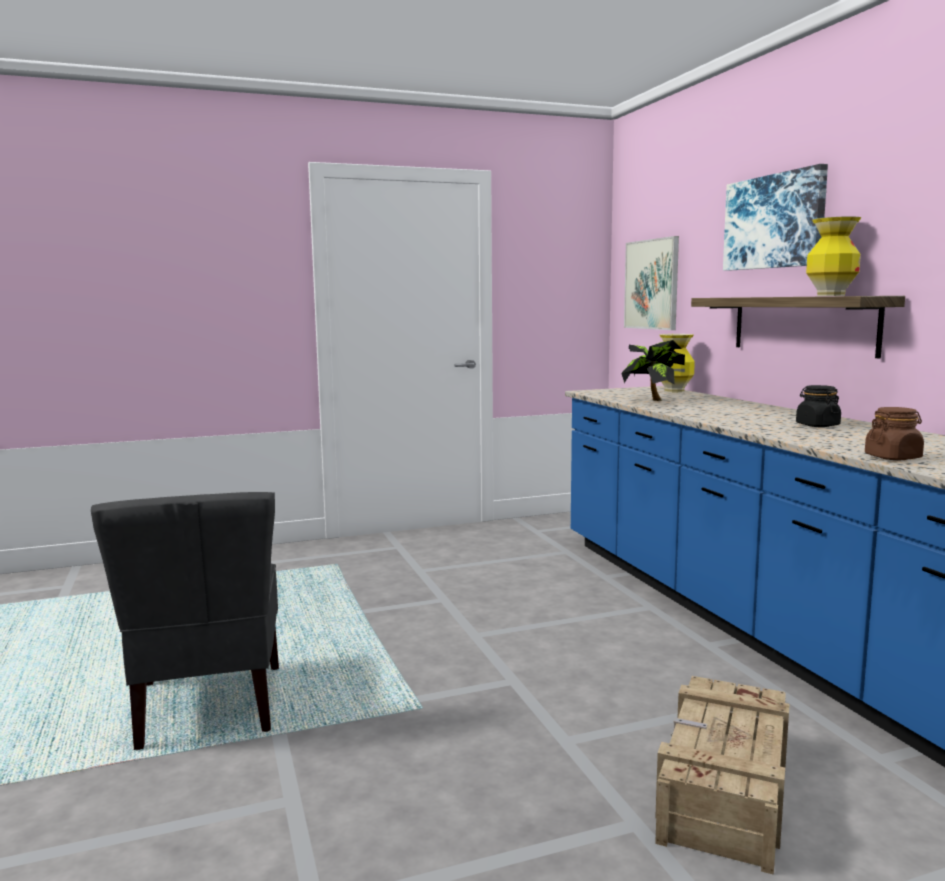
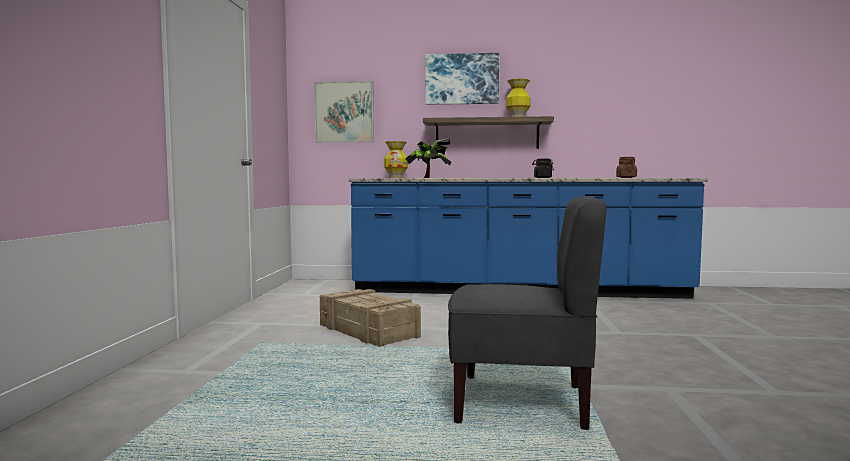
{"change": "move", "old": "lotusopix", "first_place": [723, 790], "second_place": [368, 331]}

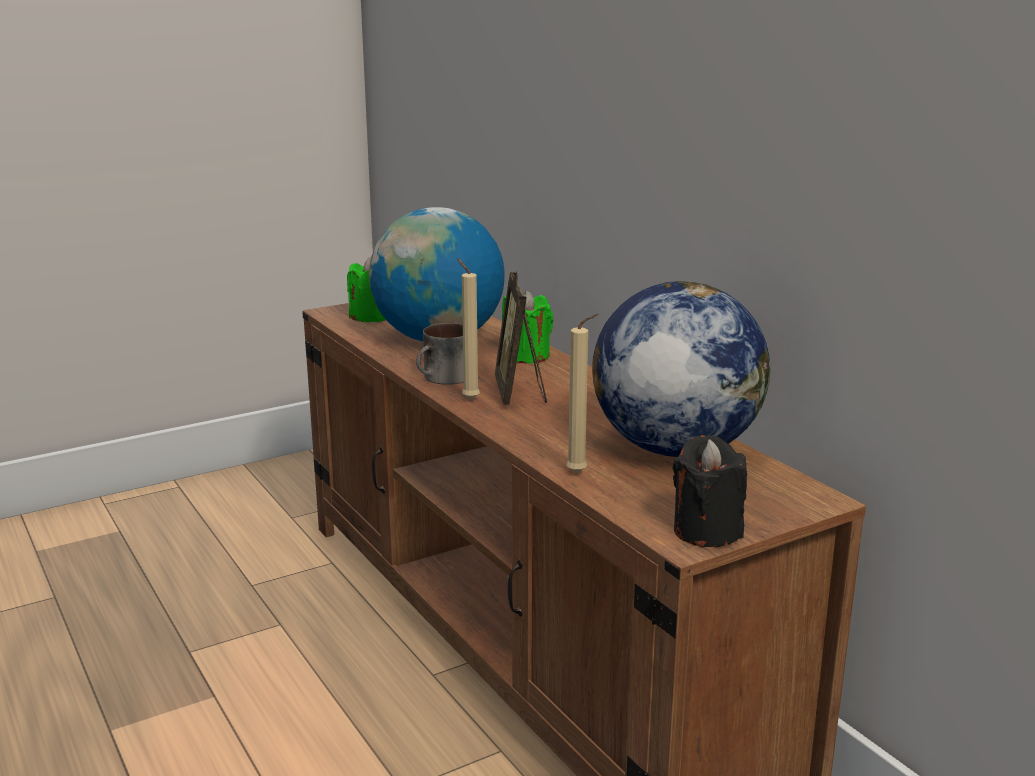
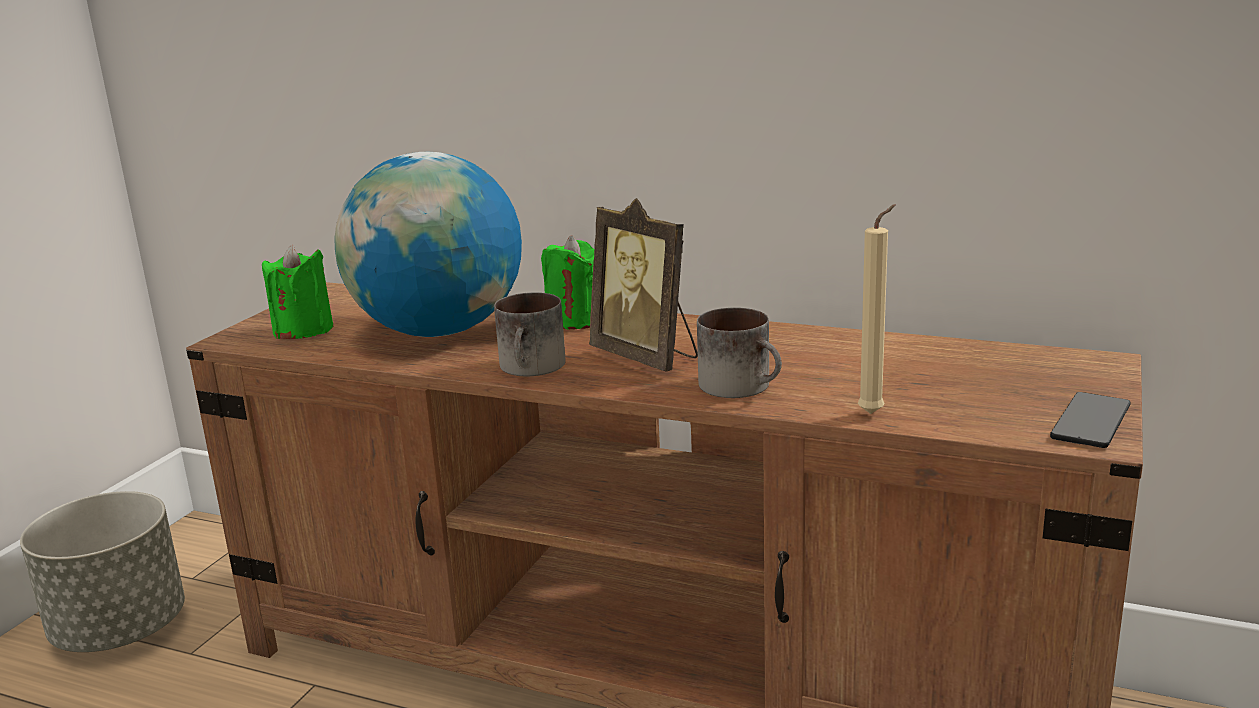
{"change": "delete", "old": "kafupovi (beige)", "first_place": [468, 399]}
{"change": "delete", "old": "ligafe", "first_place": [674, 449]}
{"change": "replace", "old": "kafupovi (black)", "new": "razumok", "first_place": [707, 531], "second_place": [1090, 422]}
{"change": "insert", "new": "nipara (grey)", "second_place": [121, 630]}
{"change": "insert", "new": "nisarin", "second_place": [743, 386]}

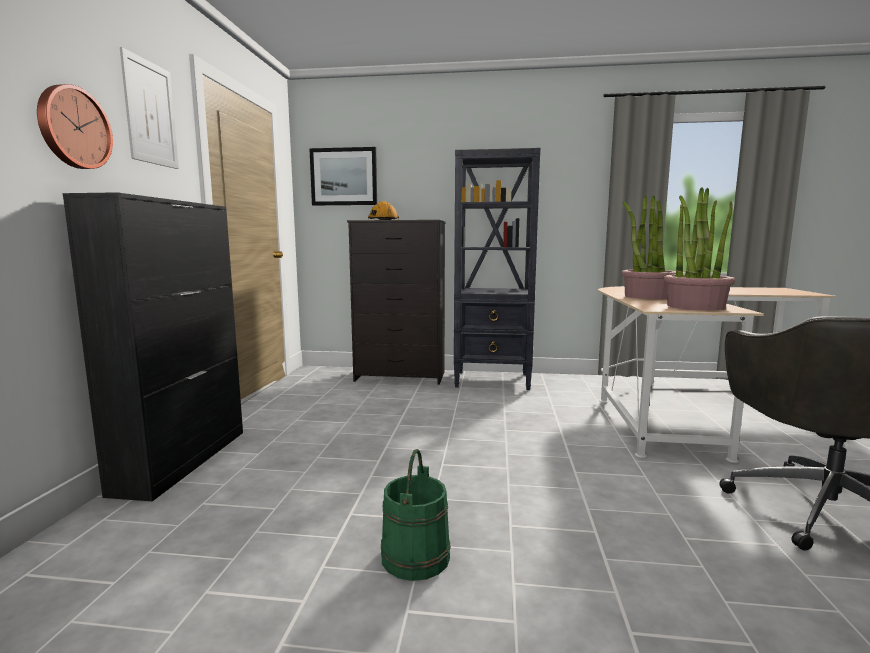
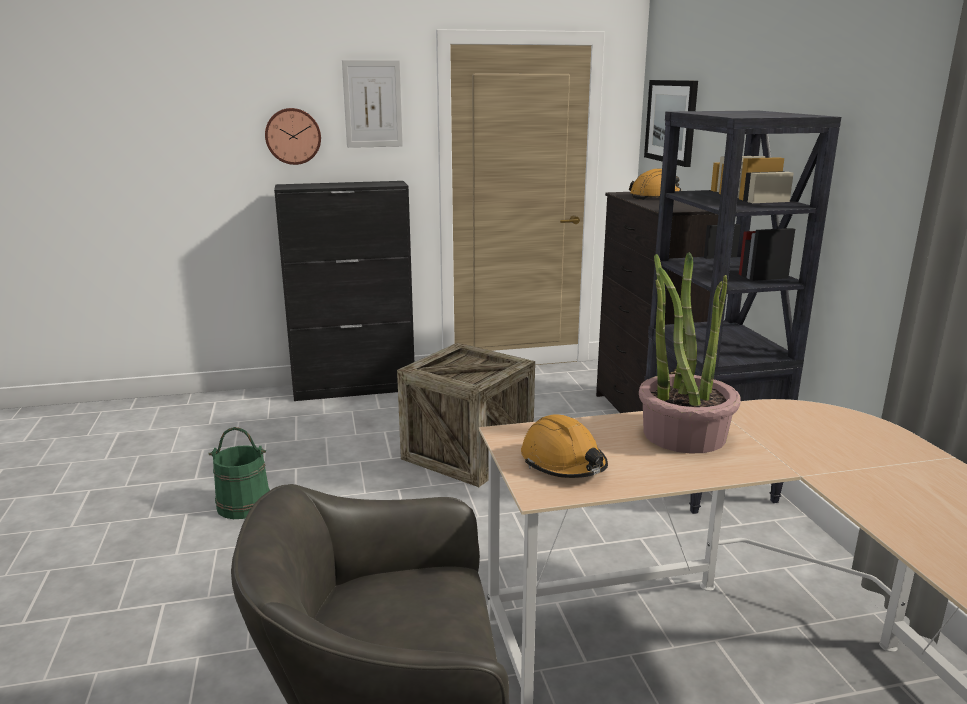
{"change": "replace", "old": "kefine", "new": "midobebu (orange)", "first_place": [695, 306], "second_place": [563, 463]}
{"change": "insert", "new": "lotusopix", "second_place": [467, 453]}

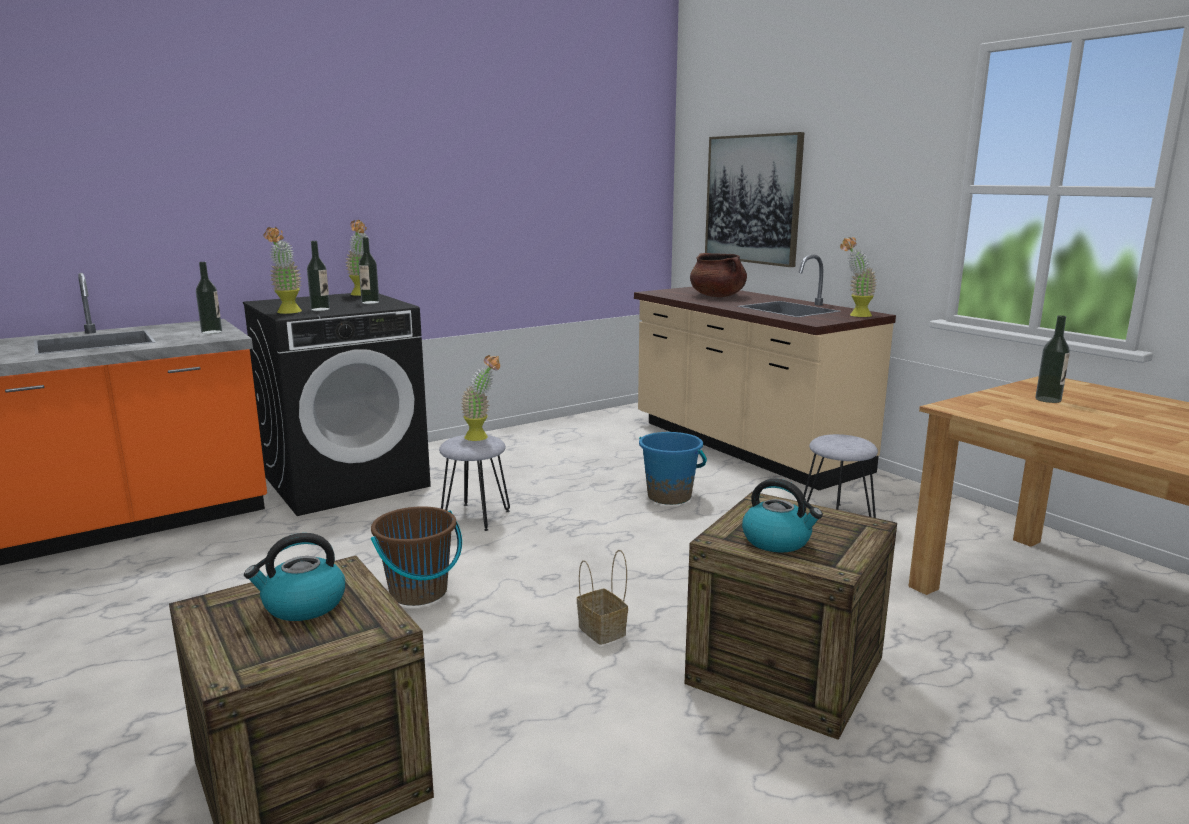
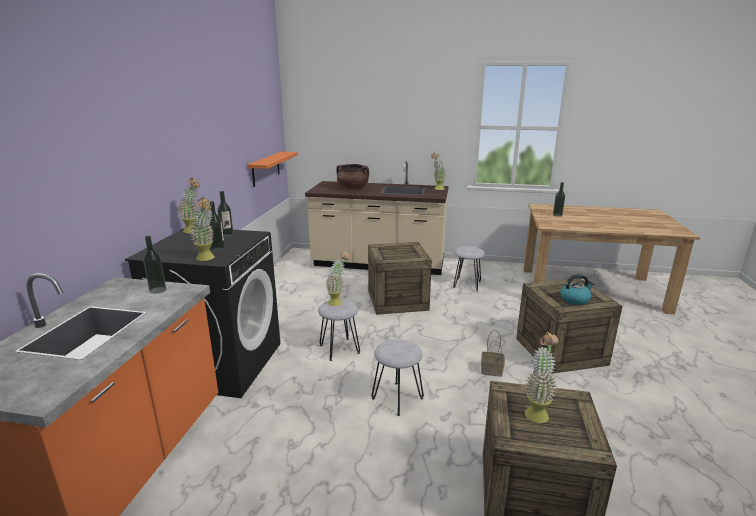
{"change": "replace", "old": "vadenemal", "new": "kefine", "first_place": [303, 605], "second_place": [537, 411]}
{"change": "replace", "old": "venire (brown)", "new": "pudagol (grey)", "first_place": [419, 592], "second_place": [397, 398]}
{"change": "replace", "old": "venire (blue)", "new": "lotusopix", "first_place": [669, 496], "second_place": [397, 300]}
{"change": "delete", "old": "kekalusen", "first_place": [752, 199]}
{"change": "insert", "new": "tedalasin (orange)", "second_place": [266, 168]}

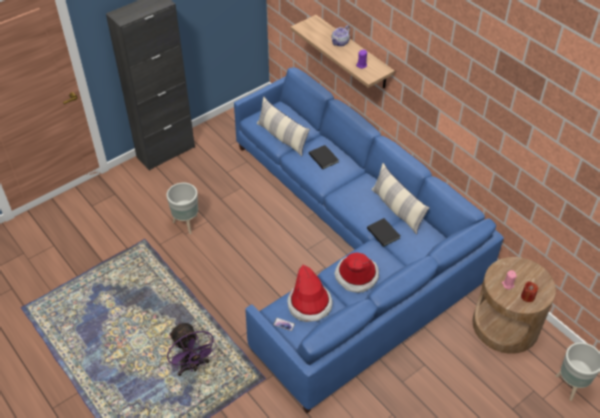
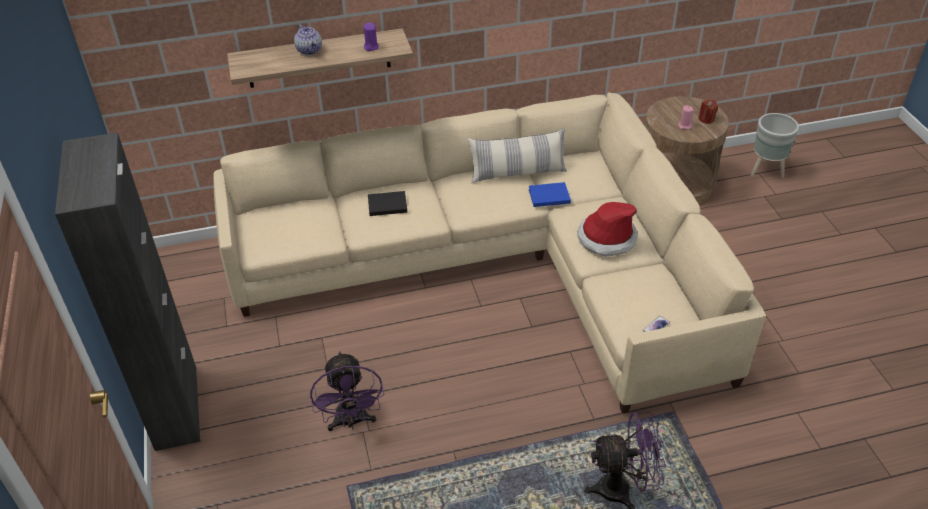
{"change": "replace", "old": "nipara (grey)", "new": "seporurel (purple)", "first_place": [187, 224], "second_place": [351, 422]}
{"change": "recolor", "old": "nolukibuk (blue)", "new": "nolukibuk (beige)", "first_place": [349, 247], "second_place": [500, 265]}
{"change": "delete", "old": "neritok", "first_place": [282, 137]}
{"change": "delete", "old": "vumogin", "first_place": [309, 304]}
{"change": "recolor", "old": "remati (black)", "new": "remati (blue)", "first_place": [383, 232], "second_place": [548, 196]}

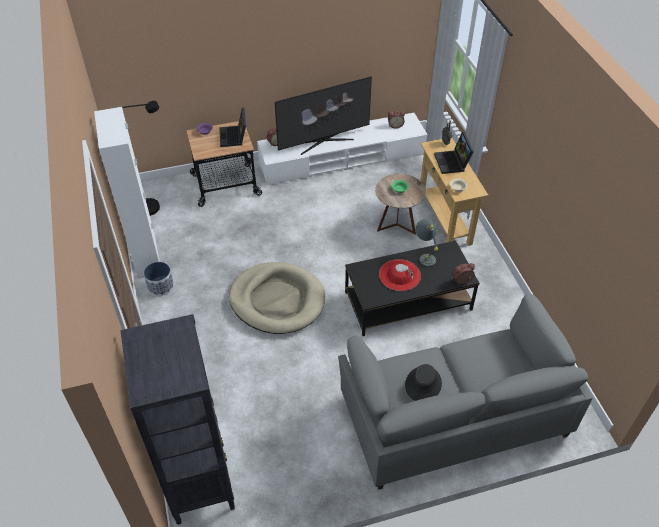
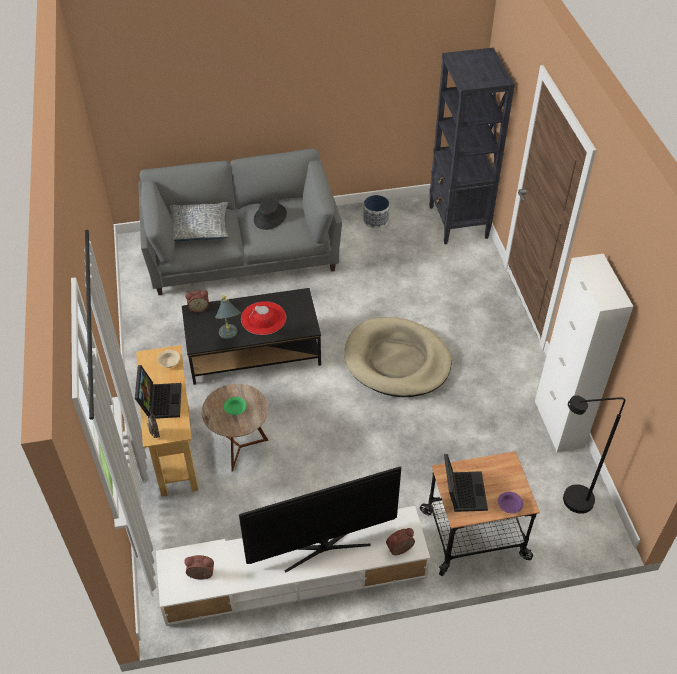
{"change": "move", "old": "nipara", "first_place": [160, 286], "second_place": [375, 220]}
{"change": "insert", "new": "neritok", "second_place": [199, 228]}

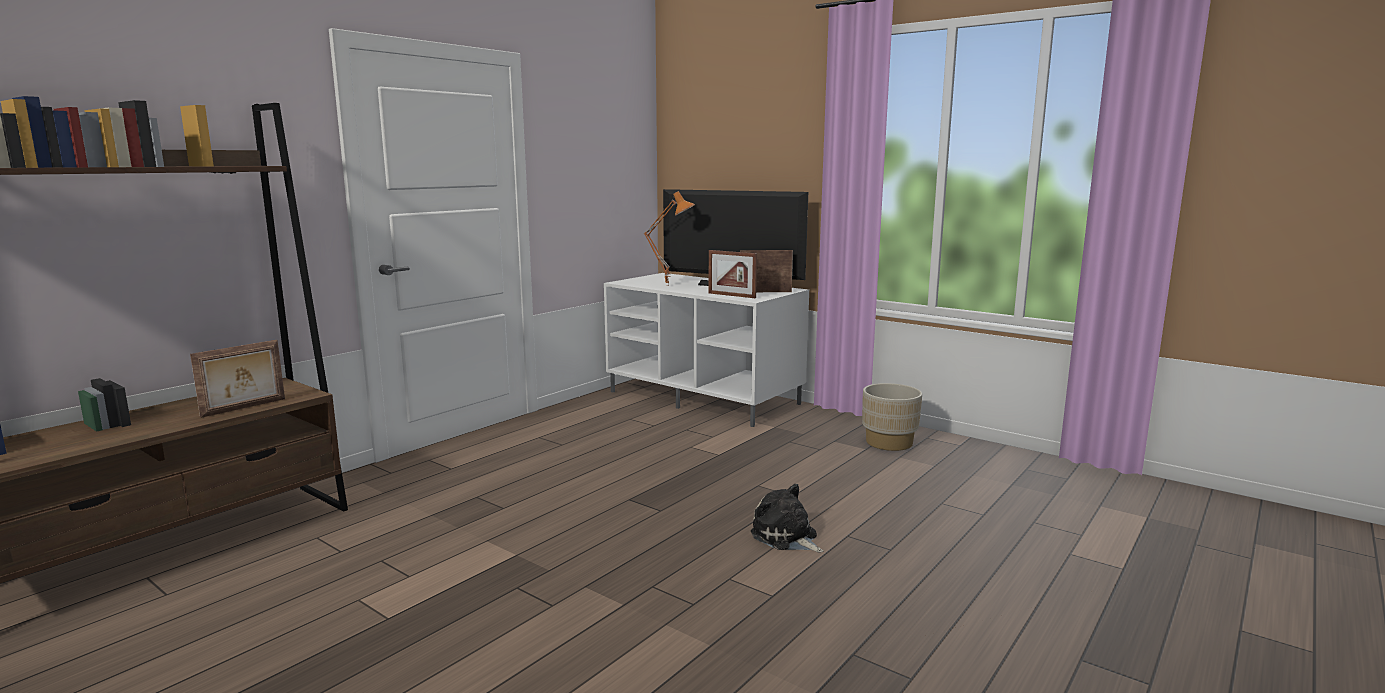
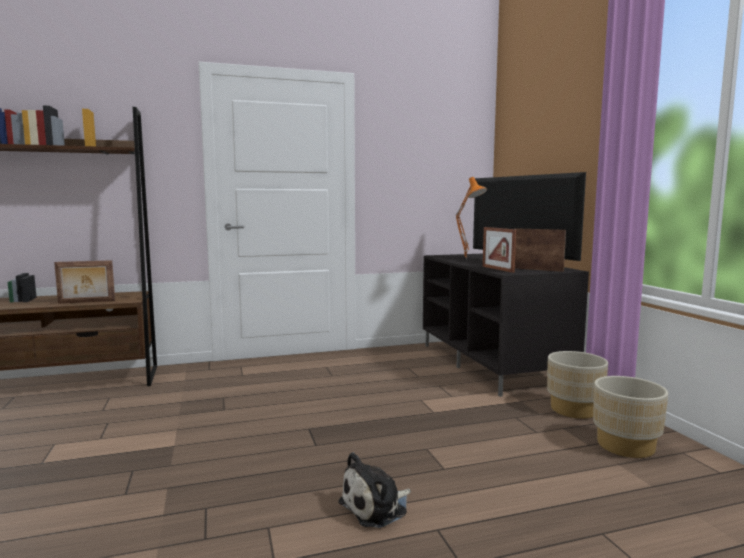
{"change": "recolor", "old": "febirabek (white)", "new": "febirabek (black)", "first_place": [705, 397], "second_place": [493, 364]}
{"change": "rotate", "old": "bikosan", "first_place": [786, 537], "second_place": [376, 507], "degrees": -120}
{"change": "insert", "new": "nipara (beige)", "second_place": [574, 409]}

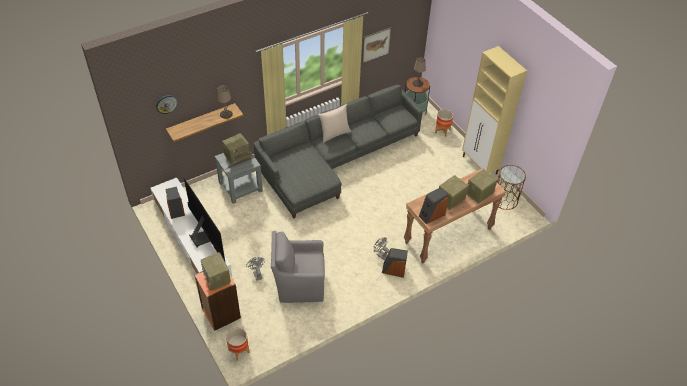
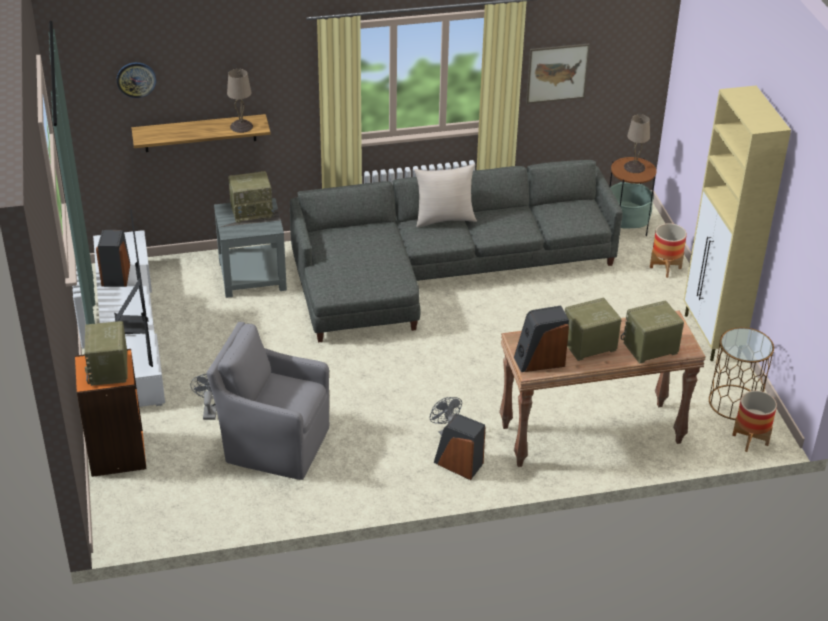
{"change": "move", "old": "nipara", "first_place": [239, 351], "second_place": [750, 440]}

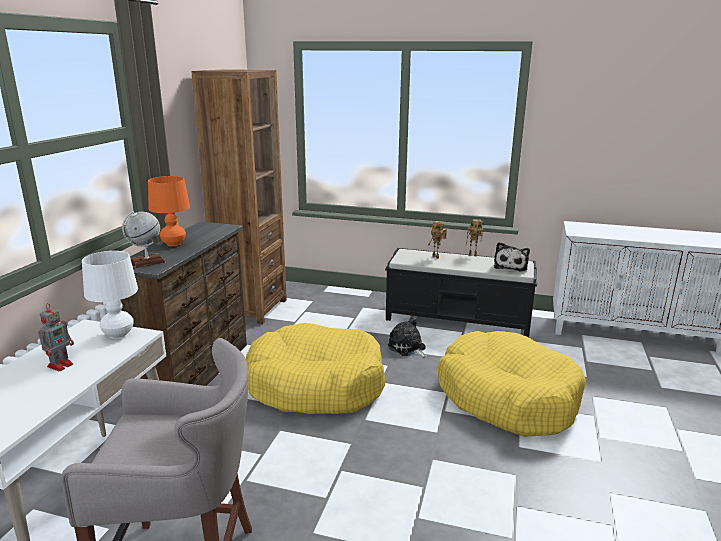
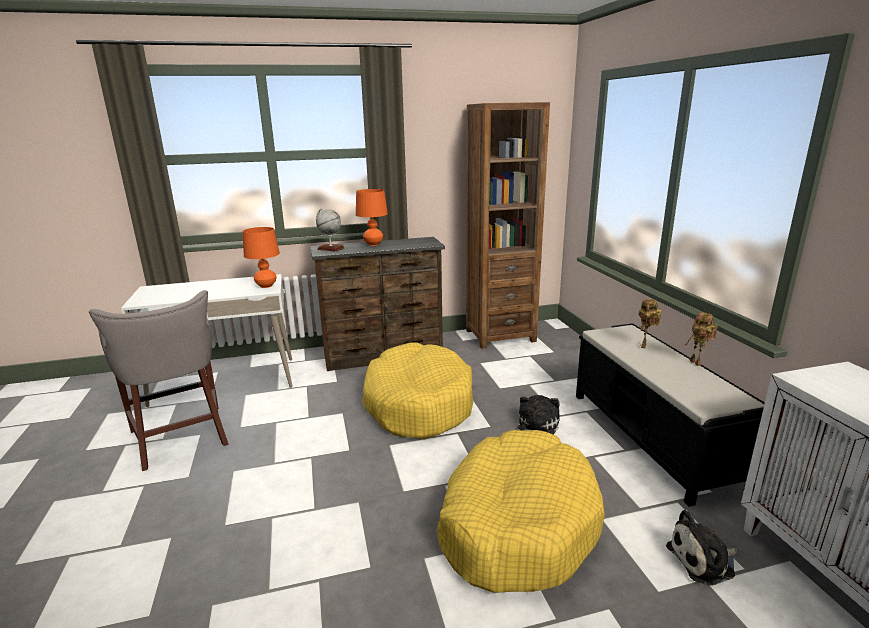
{"change": "delete", "old": "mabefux", "first_place": [61, 365]}
{"change": "recolor", "old": "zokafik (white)", "new": "zokafik (orange)", "first_place": [118, 334], "second_place": [266, 286]}
{"change": "move", "old": "bikosan", "first_place": [511, 266], "second_place": [703, 561]}

